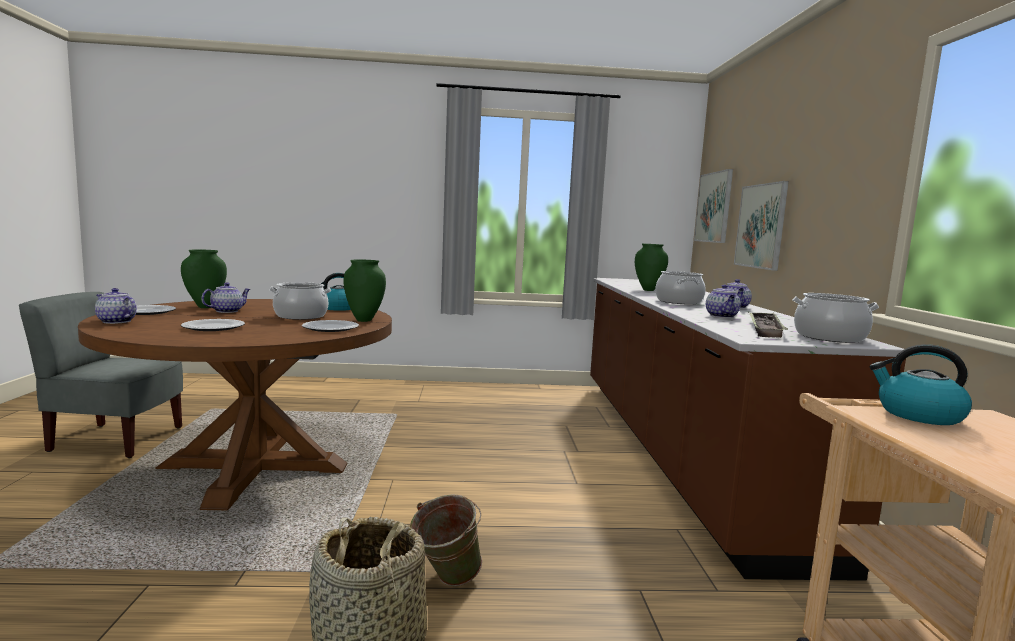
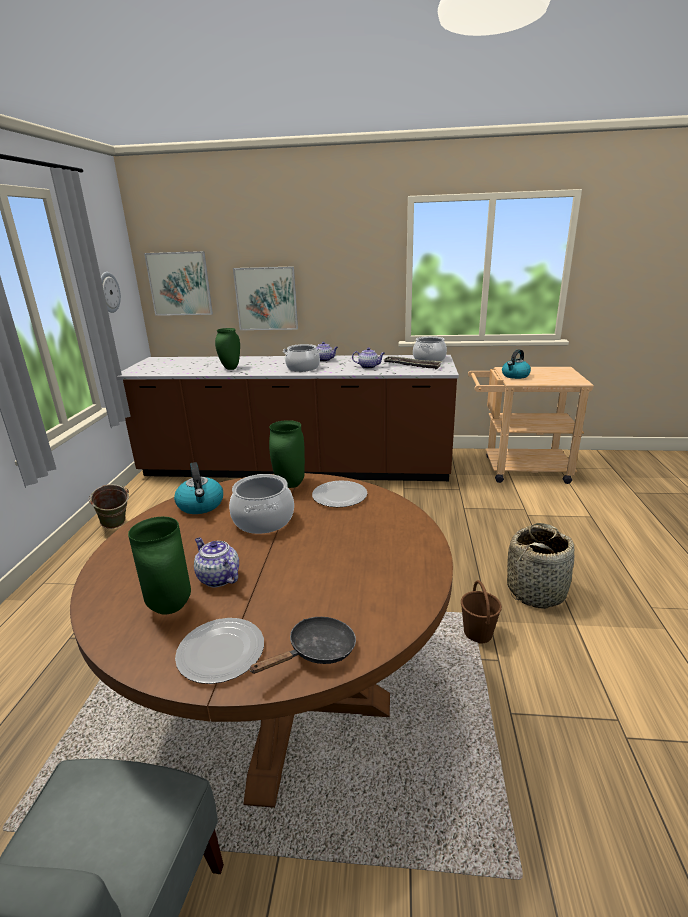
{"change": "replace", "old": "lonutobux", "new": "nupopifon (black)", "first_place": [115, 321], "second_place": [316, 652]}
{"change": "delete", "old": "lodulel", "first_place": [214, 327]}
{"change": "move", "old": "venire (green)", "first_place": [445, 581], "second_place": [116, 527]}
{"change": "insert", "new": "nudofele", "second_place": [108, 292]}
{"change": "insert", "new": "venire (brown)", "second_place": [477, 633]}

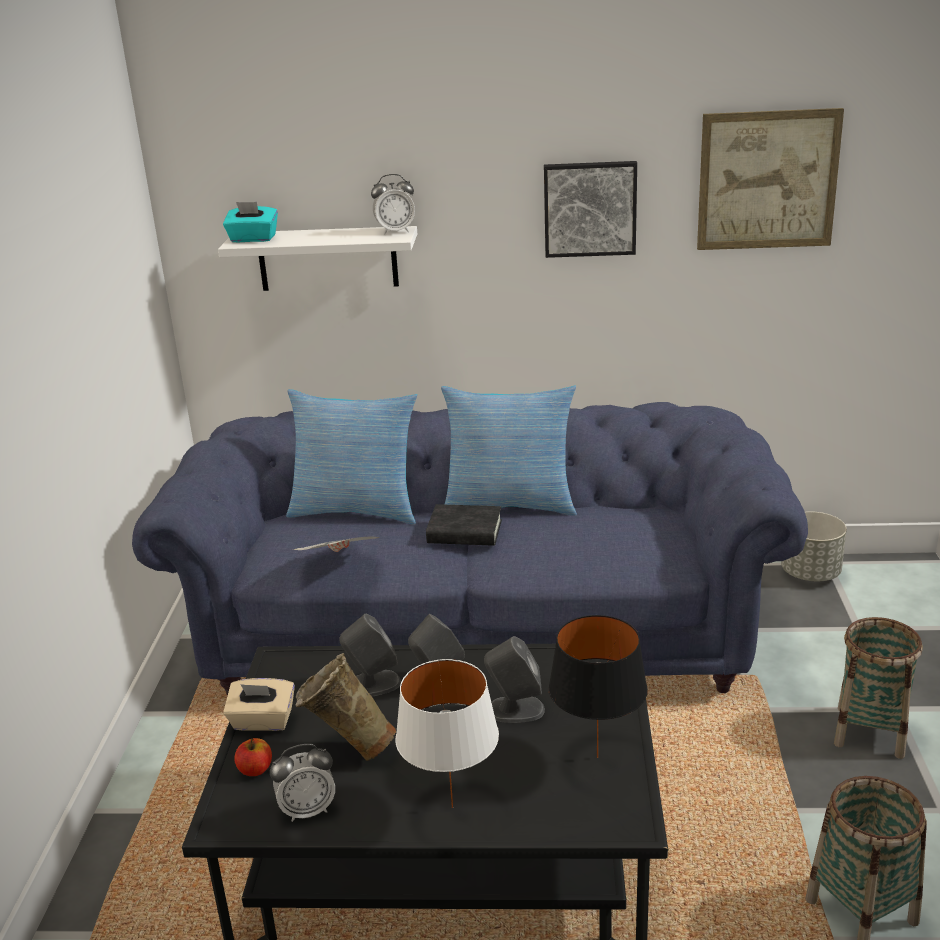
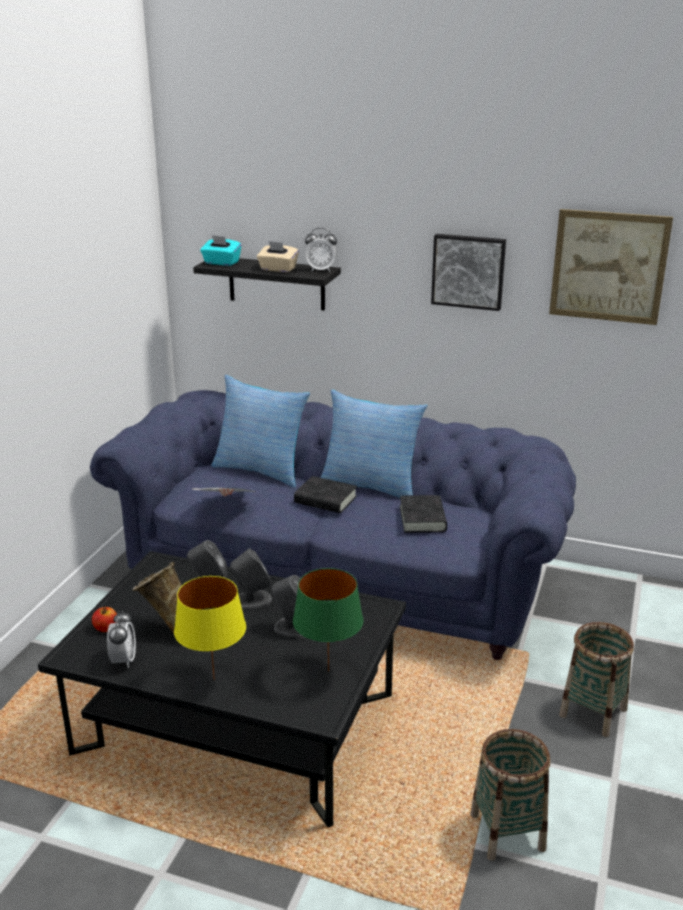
{"change": "recolor", "old": "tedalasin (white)", "new": "tedalasin (black)", "first_place": [327, 258], "second_place": [276, 283]}
{"change": "move", "old": "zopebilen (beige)", "first_place": [262, 721], "second_place": [278, 269]}
{"change": "rotate", "old": "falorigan", "first_place": [307, 810], "second_place": [123, 660], "degrees": -90}
{"change": "recolor", "old": "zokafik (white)", "new": "zokafik (yellow)", "first_place": [451, 807], "second_place": [213, 679]}
{"change": "recolor", "old": "zokafik (black)", "new": "zokafik (green)", "first_place": [597, 756], "second_place": [328, 670]}
{"change": "delete", "old": "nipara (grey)", "first_place": [810, 573]}
{"change": "insert", "new": "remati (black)", "second_place": [422, 519]}

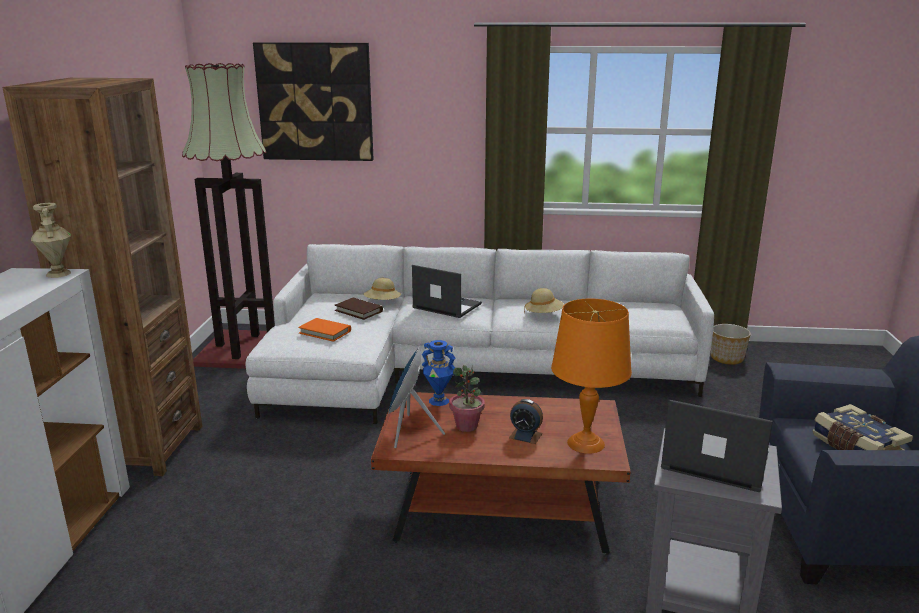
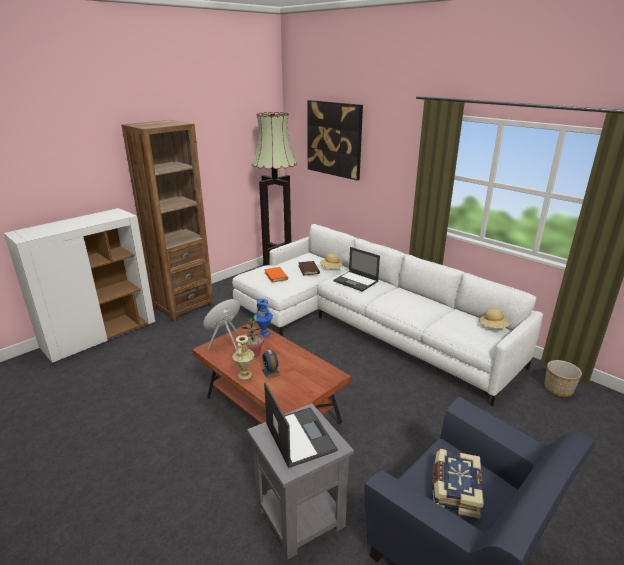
{"change": "move", "old": "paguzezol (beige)", "first_place": [57, 274], "second_place": [244, 374]}
{"change": "rotate", "old": "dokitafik", "first_place": [446, 306], "second_place": [356, 281], "degrees": 150}
{"change": "move", "old": "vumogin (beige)", "first_place": [544, 314], "second_place": [493, 327]}
{"change": "delete", "old": "zokafik (orange)", "first_place": [585, 443]}

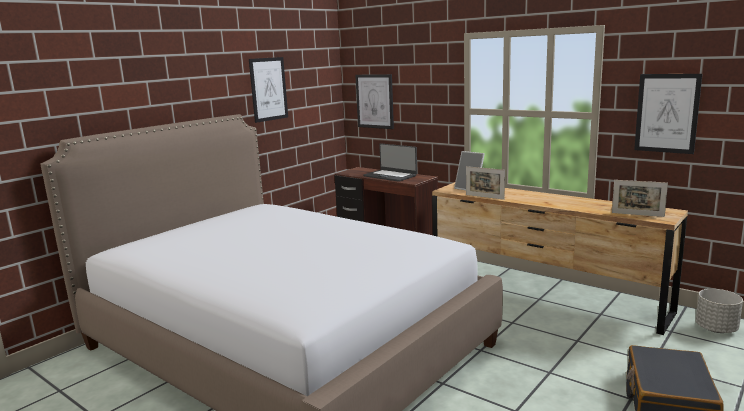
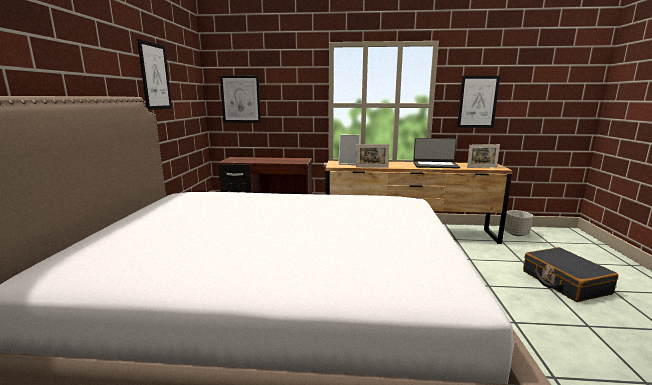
{"change": "move", "old": "dokitafik", "first_place": [390, 176], "second_place": [435, 165]}

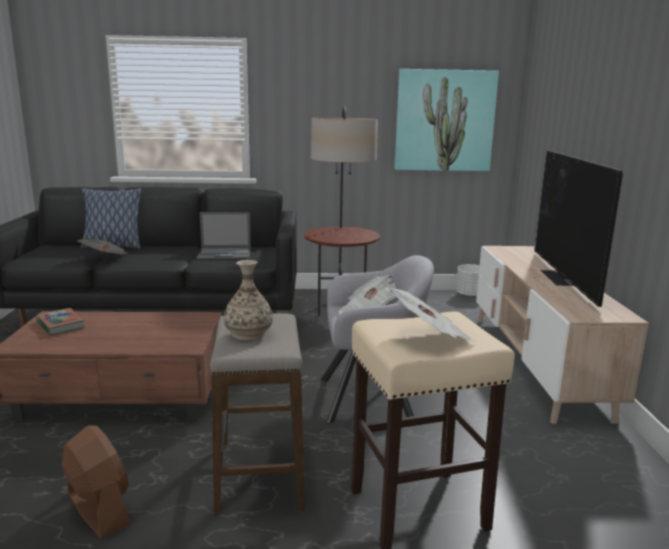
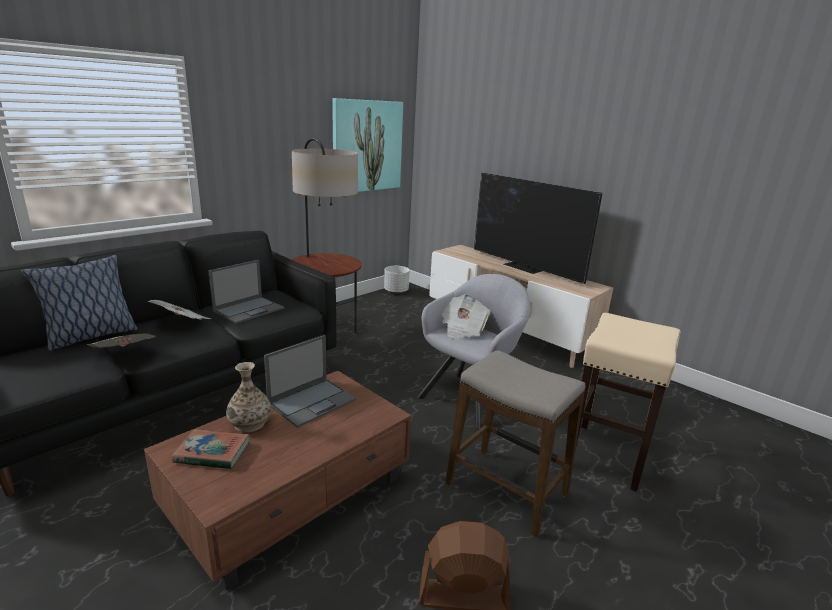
{"change": "move", "old": "paguzezol", "first_place": [248, 333], "second_place": [249, 423]}
{"change": "move", "old": "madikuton", "first_place": [429, 337], "second_place": [182, 323]}
{"change": "insert", "new": "dokitafik", "second_place": [313, 401]}

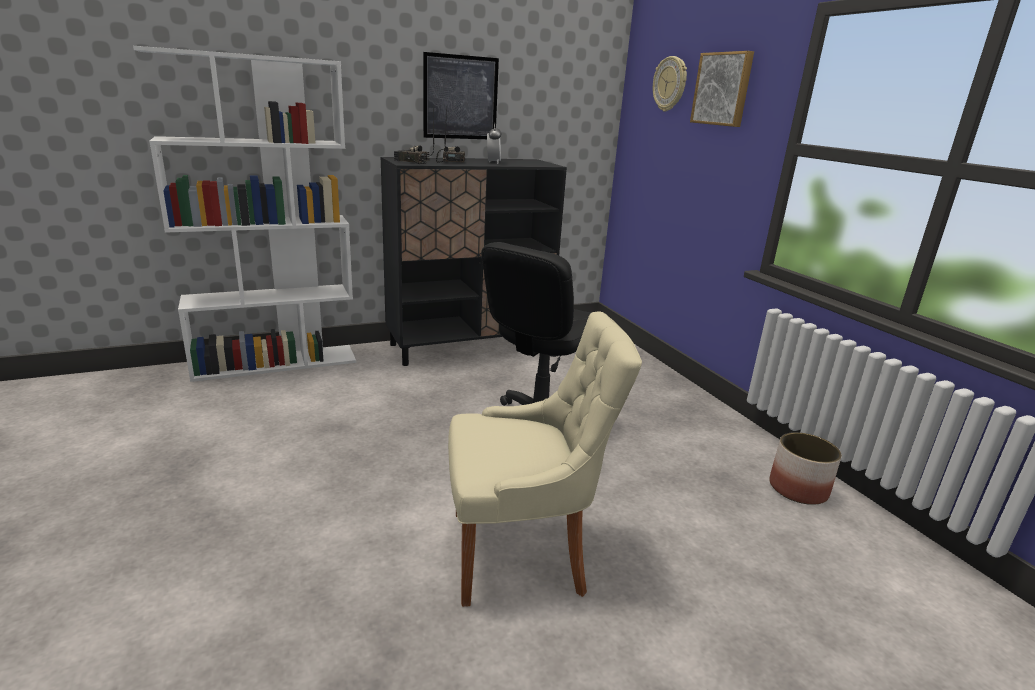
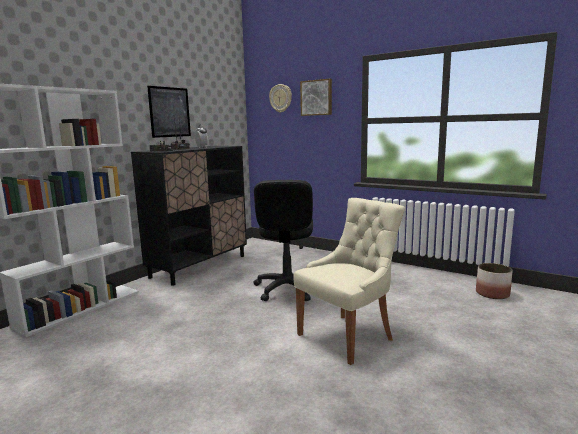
{"change": "move", "old": "nipara", "first_place": [798, 489], "second_place": [492, 294]}

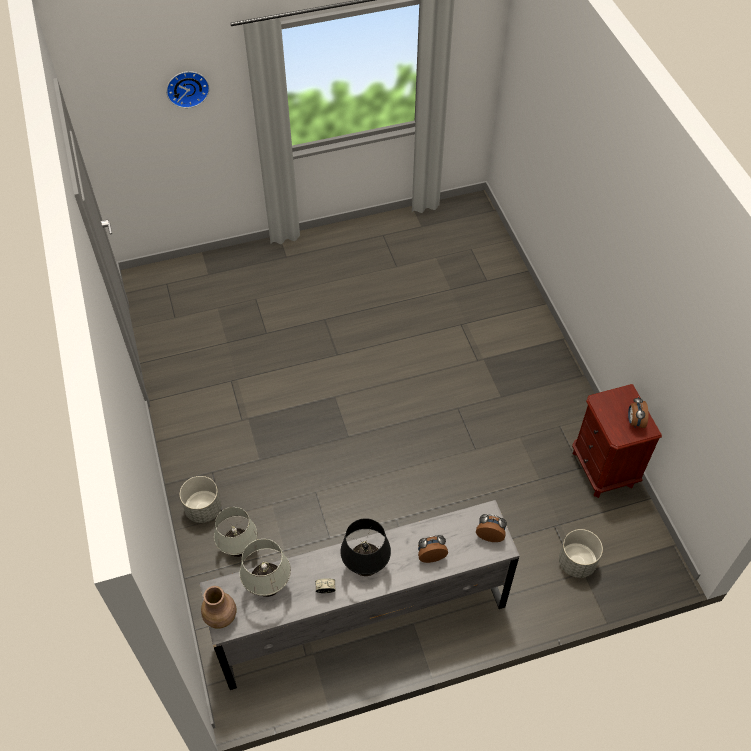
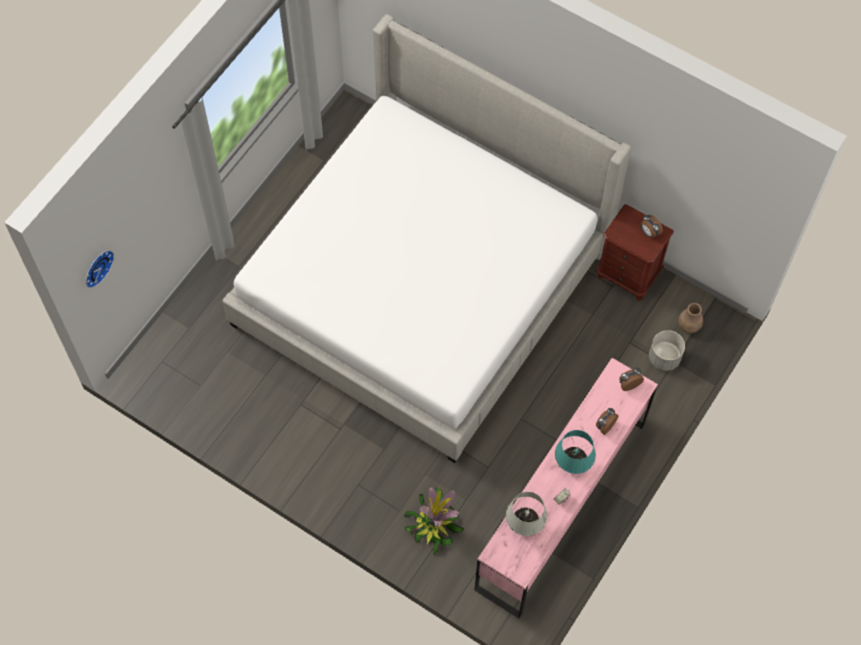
{"change": "move", "old": "nudofele", "first_place": [187, 87], "second_place": [97, 267]}
{"change": "delete", "old": "nipara (grey)", "first_place": [203, 509]}
{"change": "recolor", "old": "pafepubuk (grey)", "new": "pafepubuk (pink)", "first_place": [362, 619], "second_place": [561, 505]}
{"change": "move", "old": "paguzezol (brown)", "first_place": [221, 617], "second_place": [689, 326]}
{"change": "replace", "old": "zokafik (white)", "new": "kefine", "first_place": [239, 550], "second_place": [434, 524]}
{"change": "recolor", "old": "zokafik (black)", "new": "zokafik (turquoise)", "first_place": [365, 568], "second_place": [572, 466]}
{"change": "insert", "new": "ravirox", "second_place": [421, 284]}

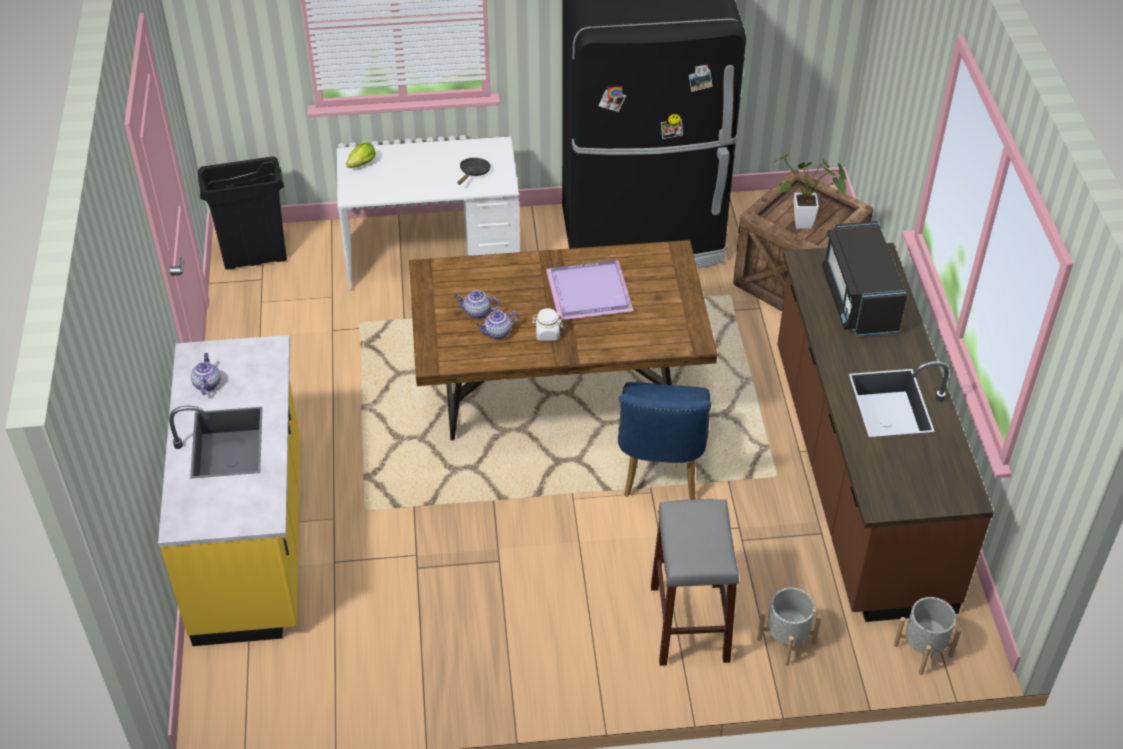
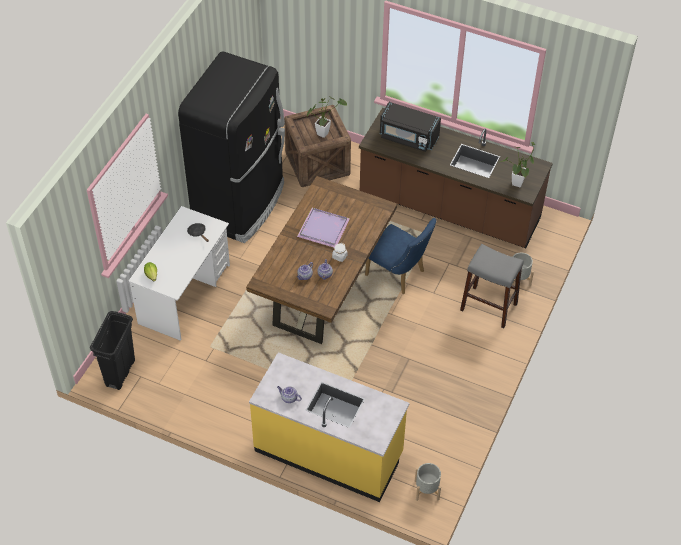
{"change": "move", "old": "nipara (grey)", "first_place": [923, 650], "second_place": [427, 490]}
{"change": "insert", "new": "kefine", "second_place": [516, 185]}

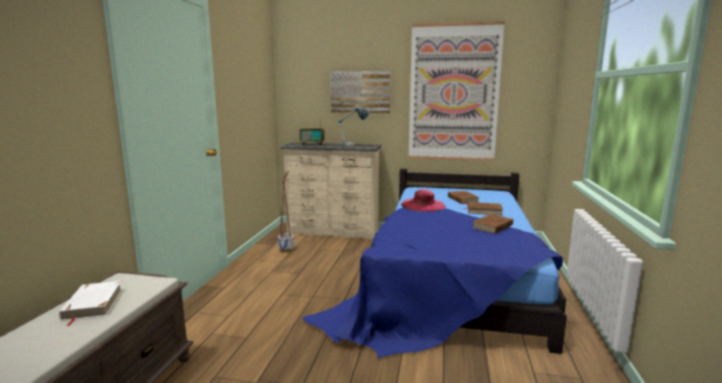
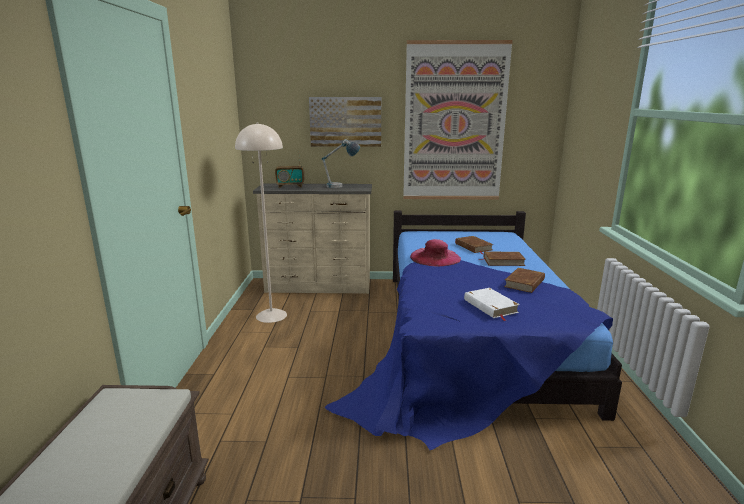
{"change": "move", "old": "remati (white)", "first_place": [93, 304], "second_place": [490, 306]}
{"change": "replace", "old": "nipara", "new": "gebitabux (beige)", "first_place": [286, 249], "second_place": [271, 315]}

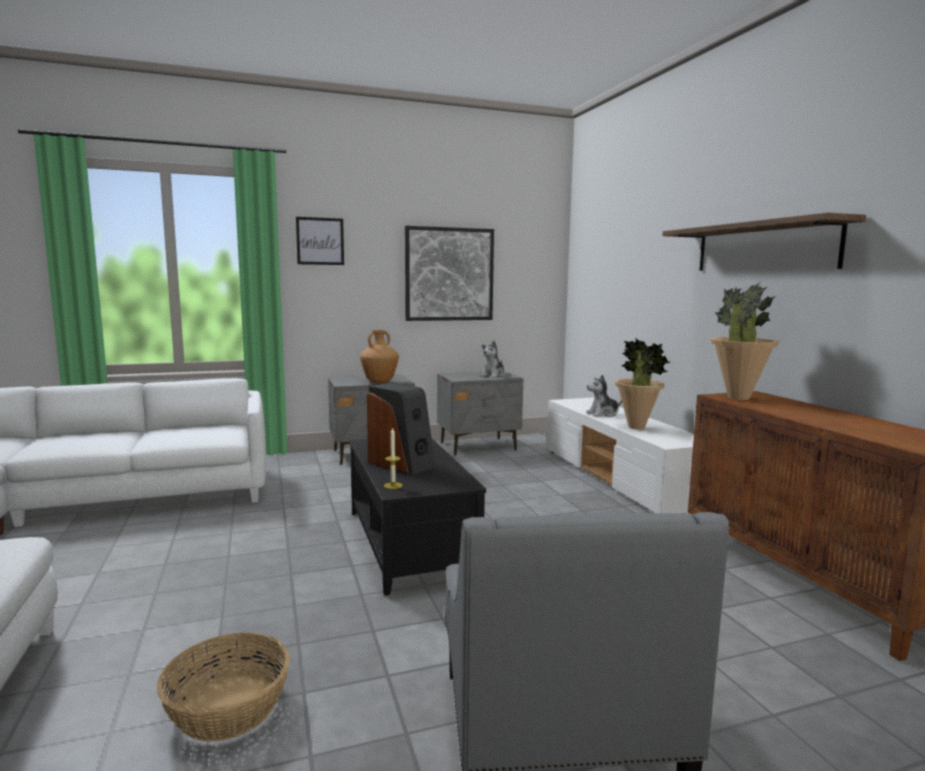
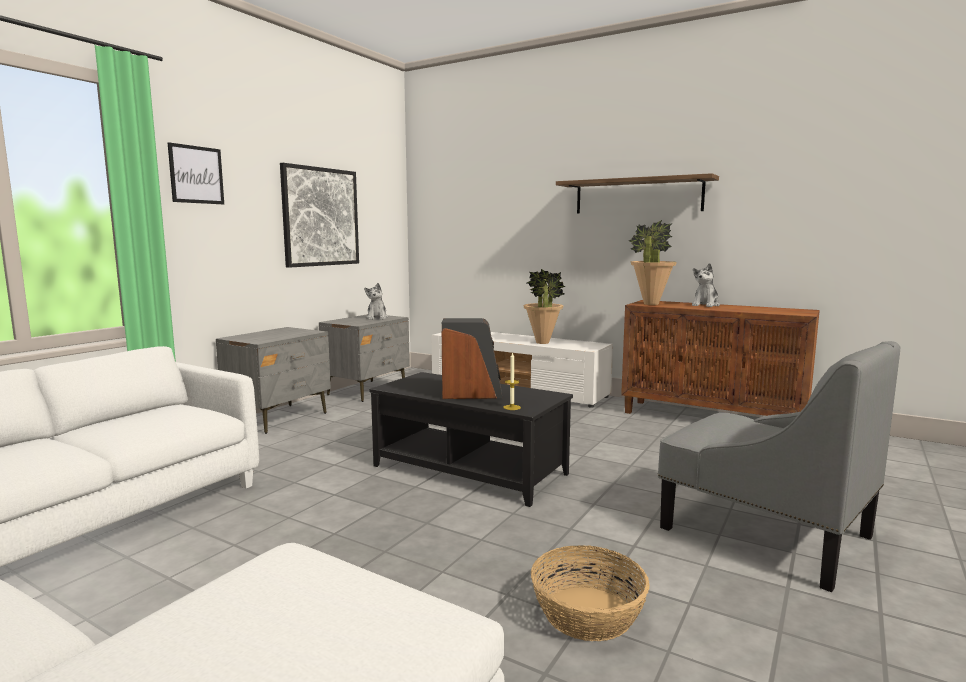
{"change": "delete", "old": "paguzezol (brown)", "first_place": [380, 382]}
{"change": "move", "old": "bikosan", "first_place": [603, 414], "second_place": [705, 305]}

